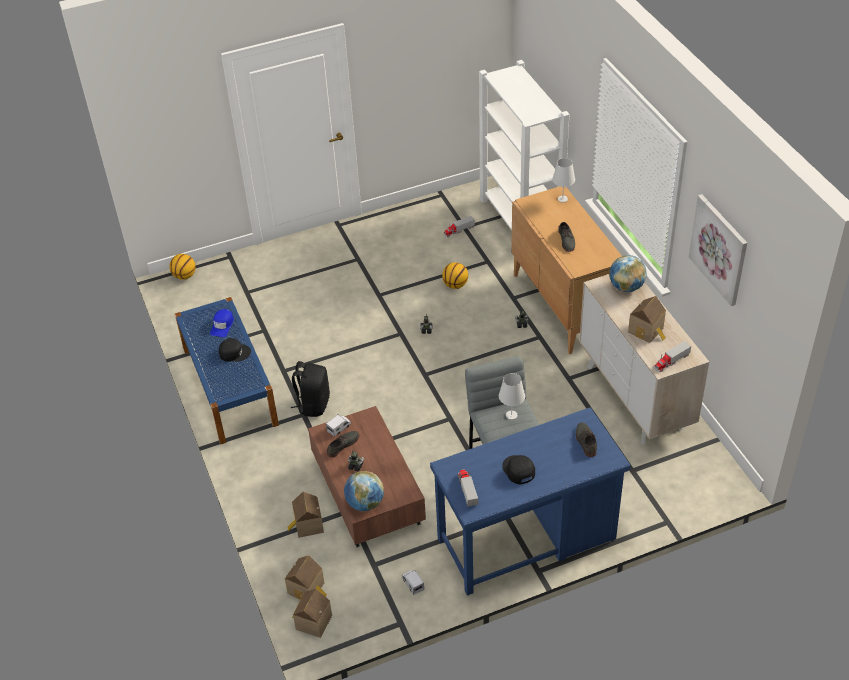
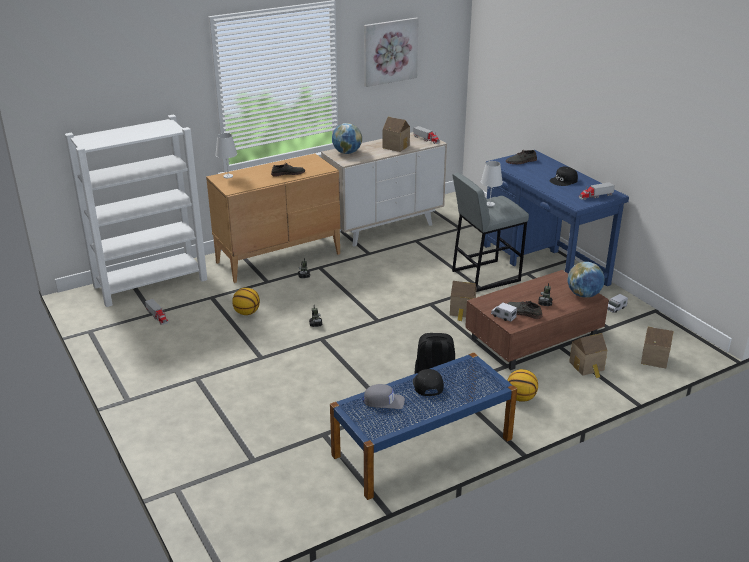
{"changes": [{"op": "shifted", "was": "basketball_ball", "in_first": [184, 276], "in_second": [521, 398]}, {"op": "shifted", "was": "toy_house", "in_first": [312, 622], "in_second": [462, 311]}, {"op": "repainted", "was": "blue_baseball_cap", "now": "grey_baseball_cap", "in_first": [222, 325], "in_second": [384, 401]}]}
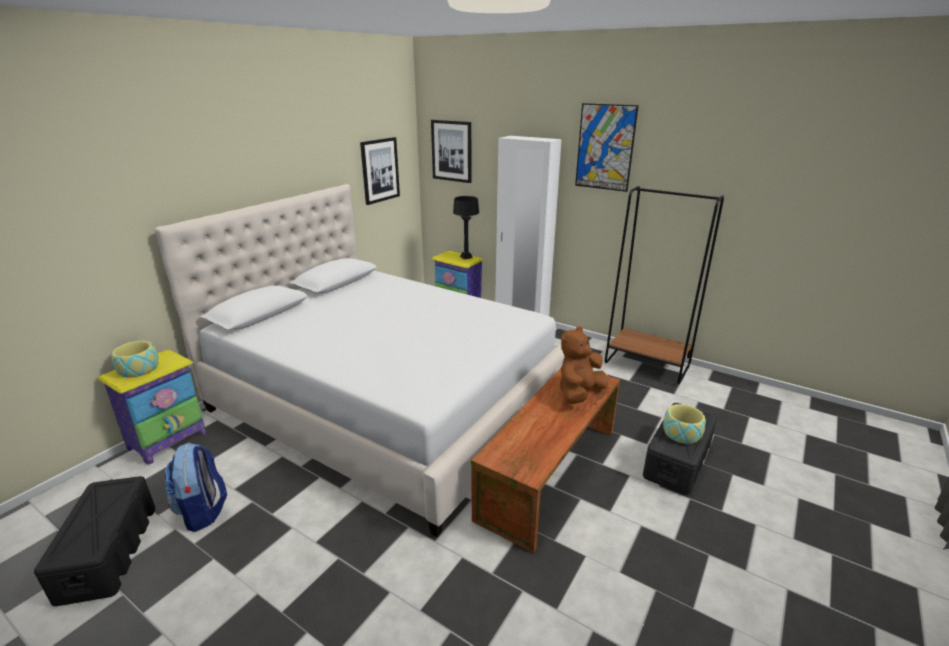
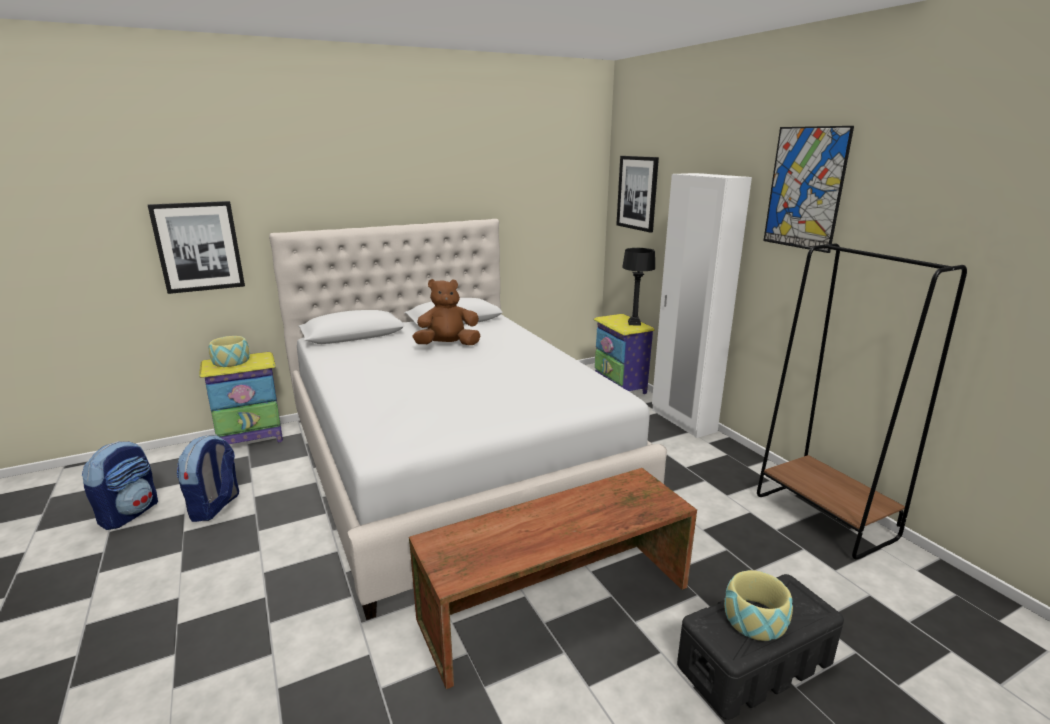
{"changes": [{"op": "shifted", "was": "picture", "in_first": [380, 170], "in_second": [198, 247]}, {"op": "shifted", "was": "brown_soft_toy", "in_first": [579, 393], "in_second": [448, 345]}, {"op": "swapped", "was": "blackish_storage_box", "now": "rucksack", "in_first": [109, 551], "in_second": [130, 513]}]}
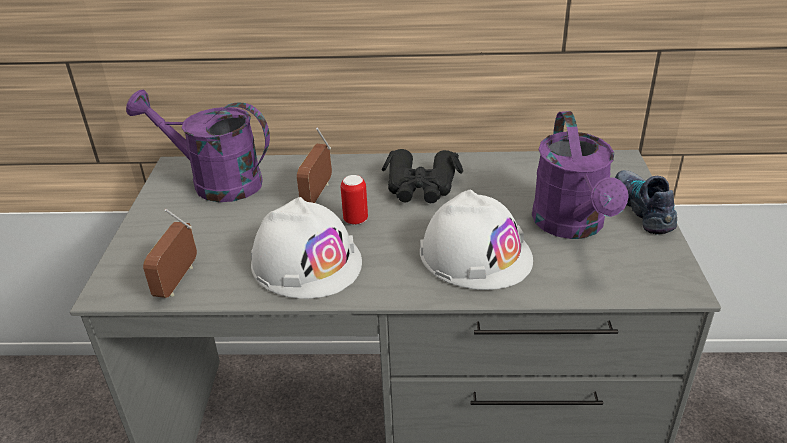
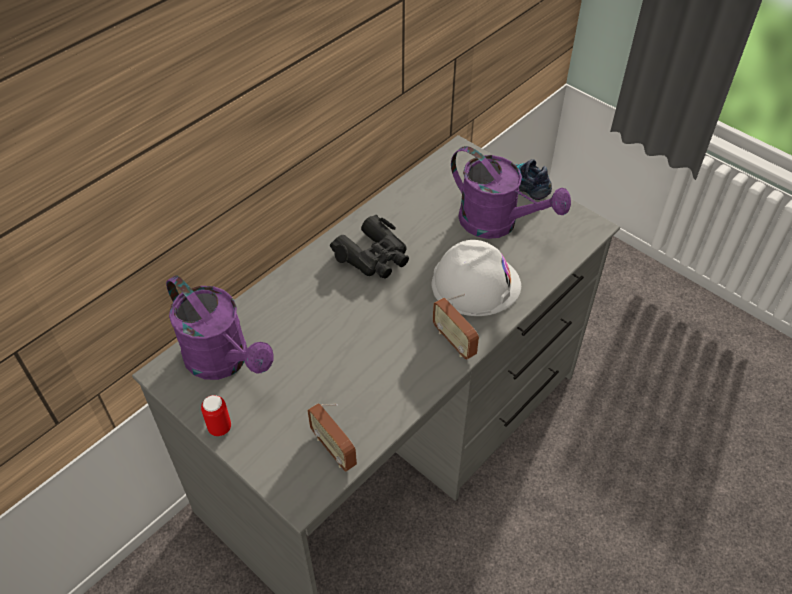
{"changes": [{"op": "gone", "was": "white-coloured_work_helmet", "in_first": [306, 262]}, {"op": "shifted", "was": "radio_receiver", "in_first": [318, 194], "in_second": [454, 341]}, {"op": "shifted", "was": "metal_can", "in_first": [355, 220], "in_second": [220, 428]}, {"op": "rotated", "was": "purplish_watering_can", "in_first": [215, 182], "in_second": [224, 361], "clockwise": -105}]}
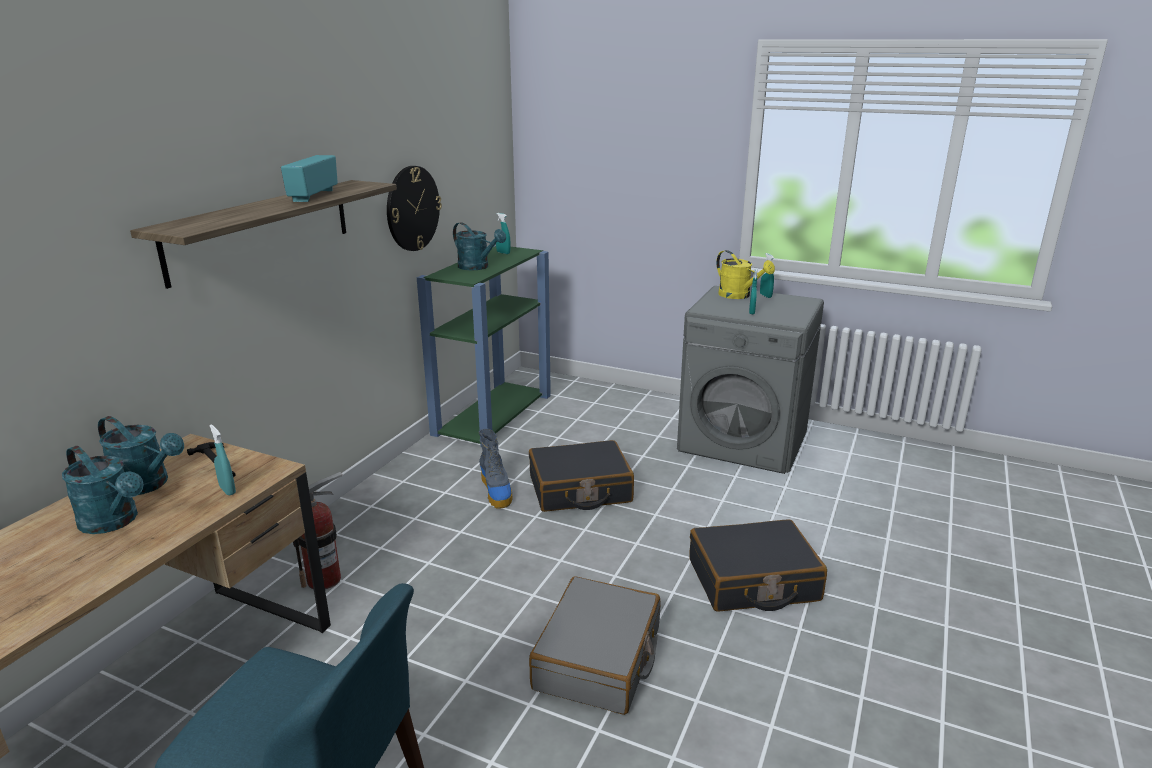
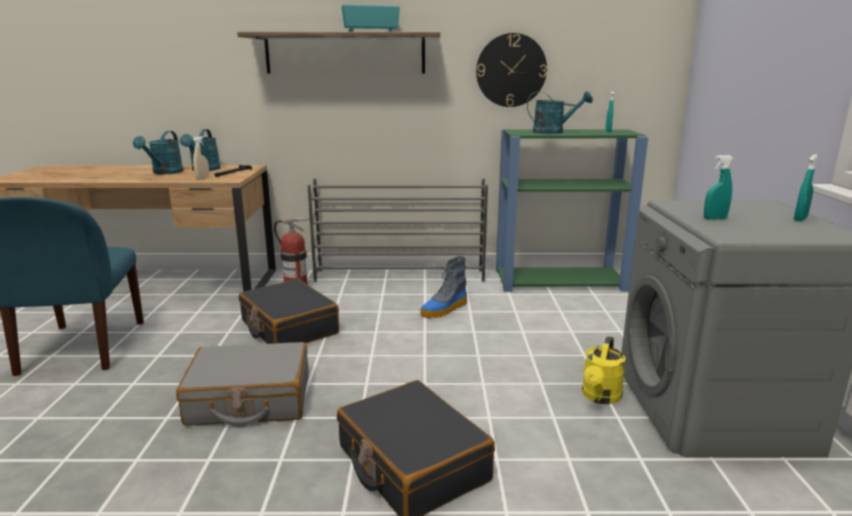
{"changes": [{"op": "new", "now": "grey_shoe_stand", "in_second": [400, 276]}, {"op": "shifted", "was": "blackish_travel_case", "in_first": [580, 490], "in_second": [288, 327]}, {"op": "shifted", "was": "yellowish_watering_can", "in_first": [739, 296], "in_second": [600, 397]}, {"op": "repainted", "was": "turquoise-coloured_sprayer", "now": "sand-coloured_sprayer", "in_first": [227, 490], "in_second": [202, 178]}, {"op": "rotated", "was": "turquoise-coloured_watering_can", "in_first": [478, 267], "in_second": [553, 132], "clockwise": -105}]}
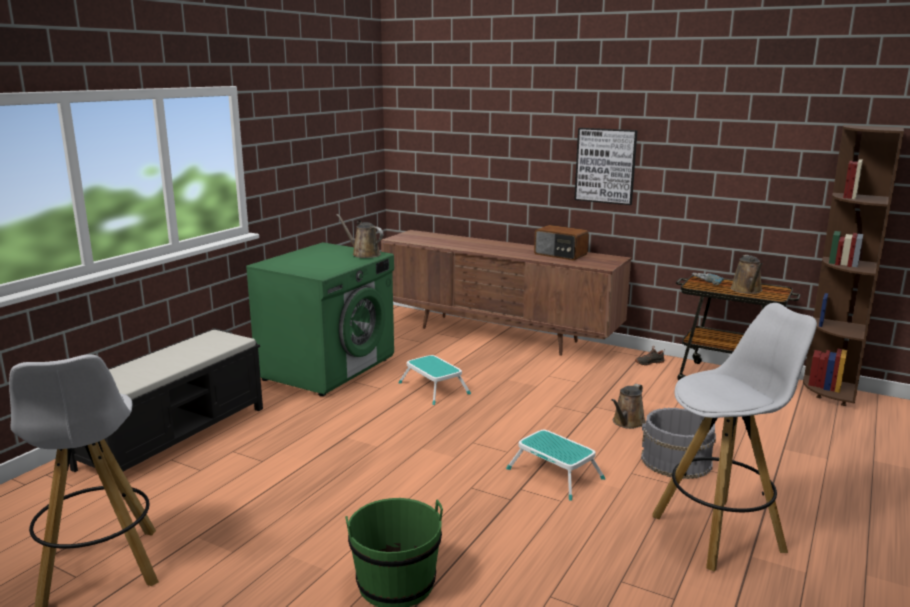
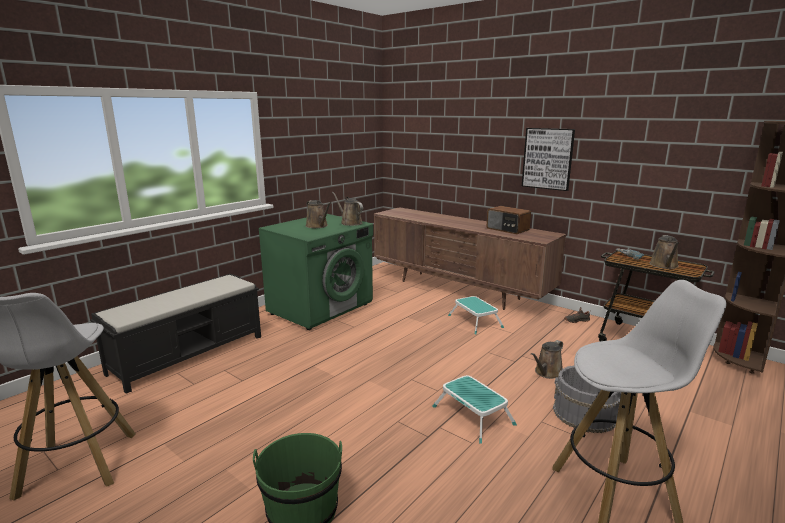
{"changes": [{"op": "new", "now": "brown_watering_can", "in_second": [318, 226]}, {"op": "shifted", "was": "turquoise-coloured_stepladder", "in_first": [434, 388], "in_second": [475, 321]}]}
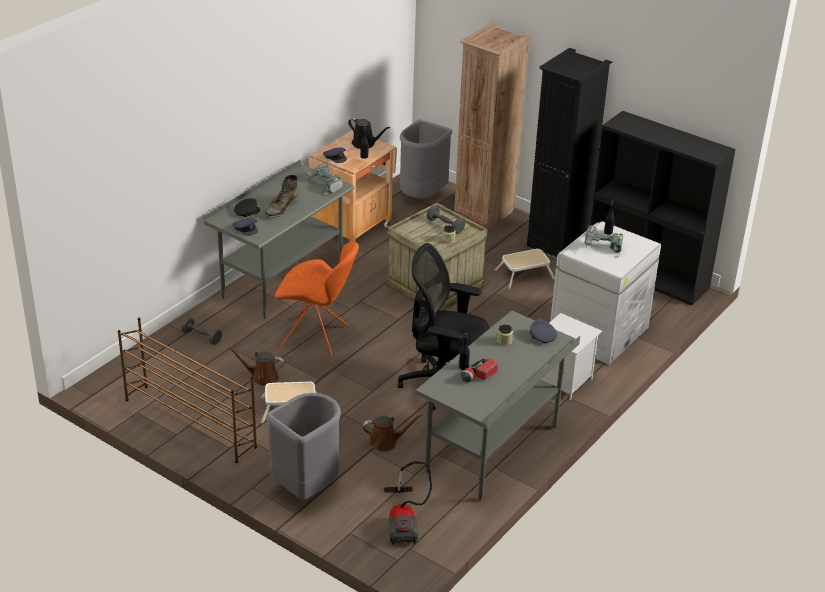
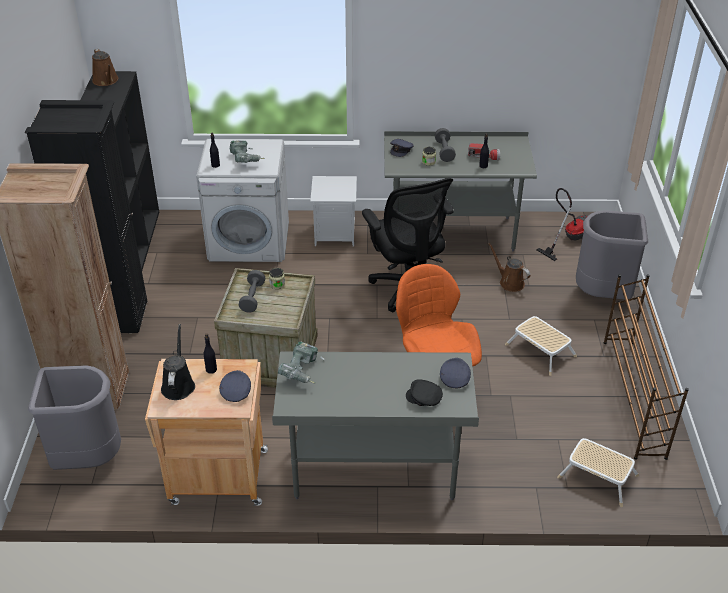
{"changes": [{"op": "gone", "was": "green-coloured_boot", "in_first": [281, 208]}, {"op": "shifted", "was": "grey_hand_weight", "in_first": [201, 337], "in_second": [444, 151]}, {"op": "shifted", "was": "brown_watering_can", "in_first": [262, 377], "in_second": [106, 81]}, {"op": "shifted", "was": "sand-coloured_stepladder", "in_first": [524, 274], "in_second": [598, 477]}]}
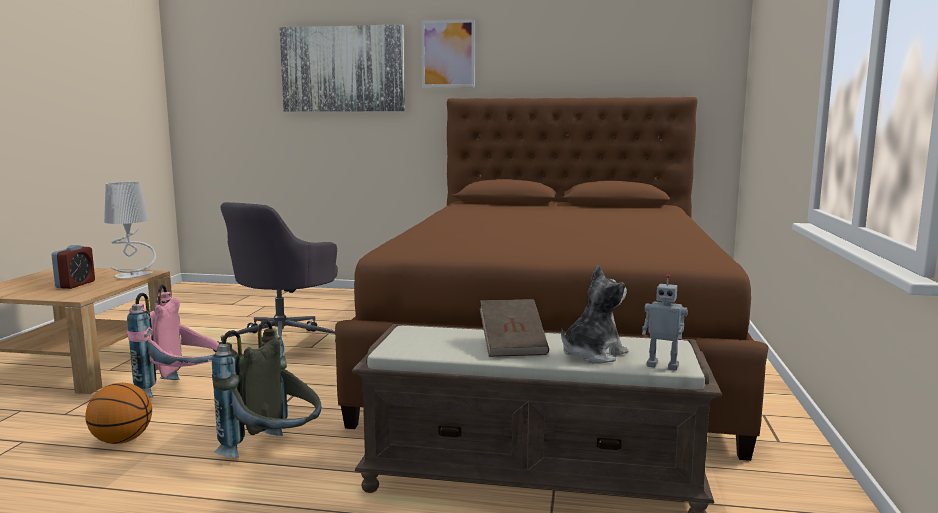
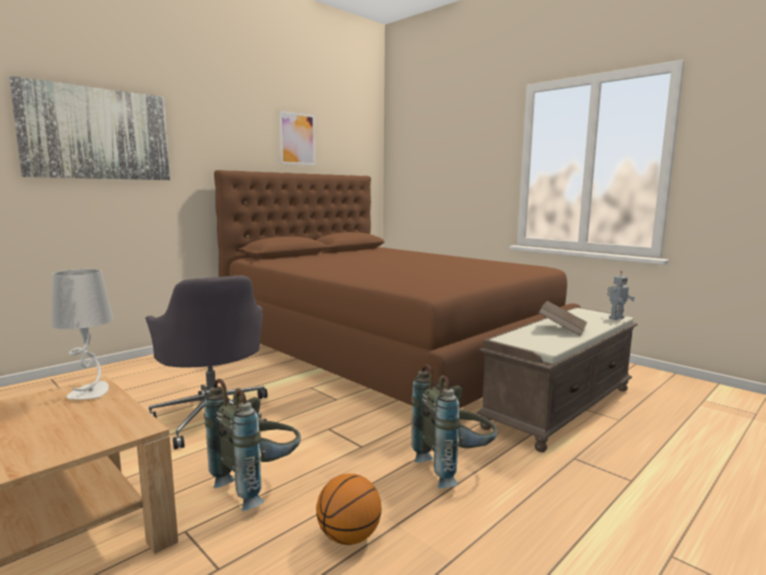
{"changes": [{"op": "gone", "was": "alarm_clock", "in_first": [75, 284]}, {"op": "gone", "was": "soft_toy", "in_first": [592, 354]}, {"op": "shifted", "was": "picture", "in_first": [448, 54], "in_second": [297, 139]}, {"op": "repainted", "was": "pinkish_rucksack", "now": "grey_rucksack", "in_first": [182, 390], "in_second": [259, 484]}]}
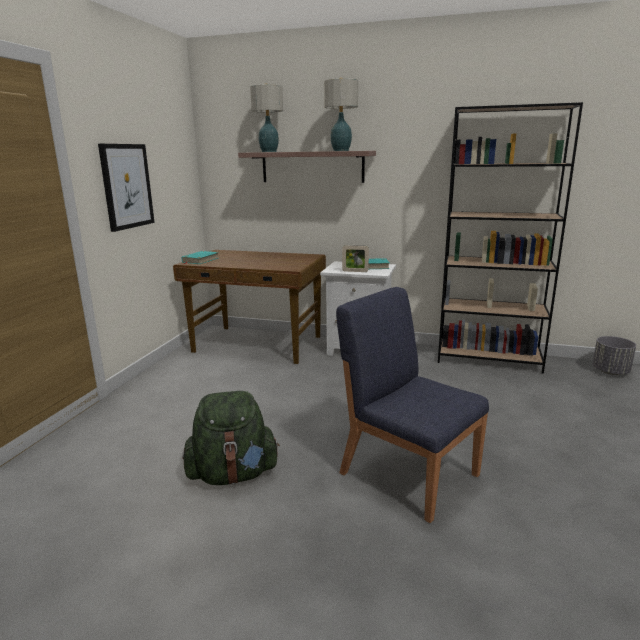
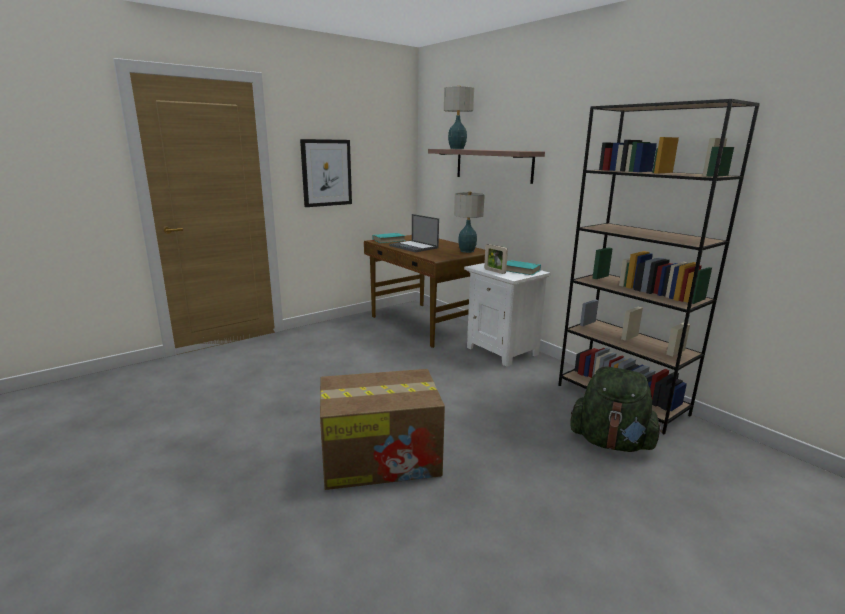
{"changes": [{"op": "gone", "was": "grey_flower_pot", "in_first": [610, 372]}, {"op": "new", "now": "notebook_computer", "in_second": [414, 247]}, {"op": "shifted", "was": "green-coloured_rucksack", "in_first": [233, 474], "in_second": [611, 442]}, {"op": "shifted", "was": "tabletop_lamp", "in_first": [341, 150], "in_second": [467, 251]}, {"op": "swapped", "was": "blue_upright_chair", "now": "carton", "in_first": [407, 472], "in_second": [382, 458]}]}
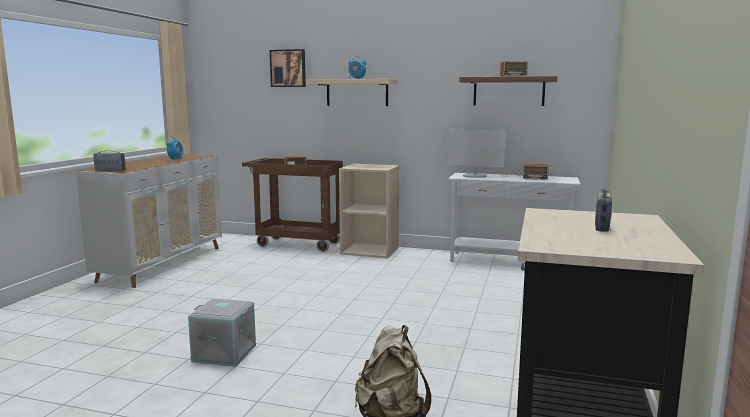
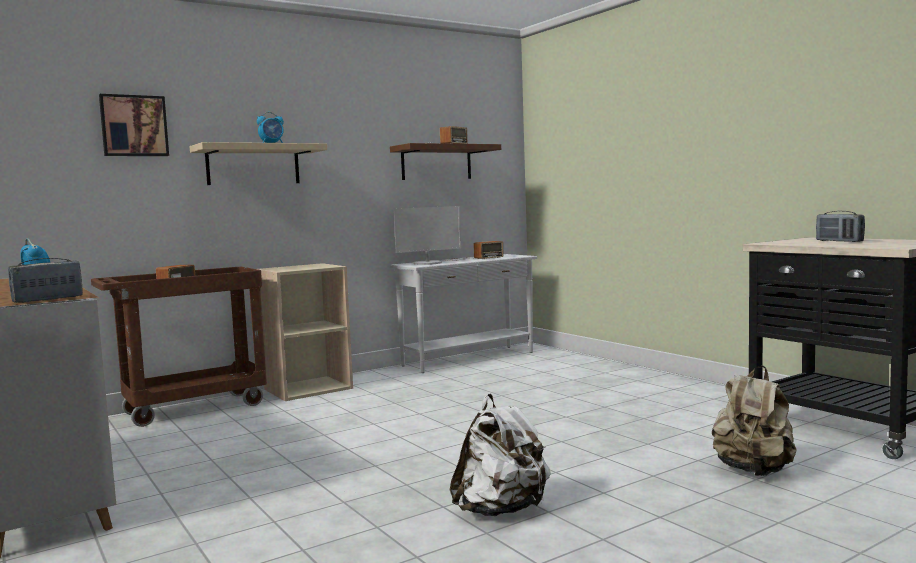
{"changes": [{"op": "swapped", "was": "grey_storage_box", "now": "white-coloured_rucksack", "in_first": [225, 353], "in_second": [501, 510]}]}
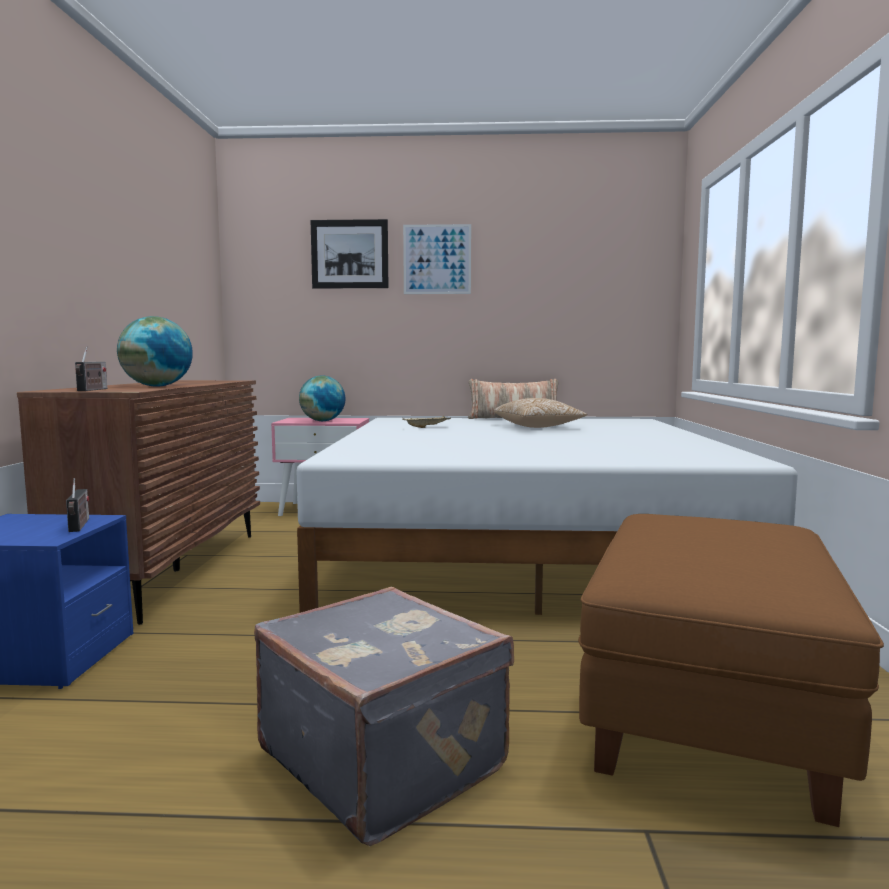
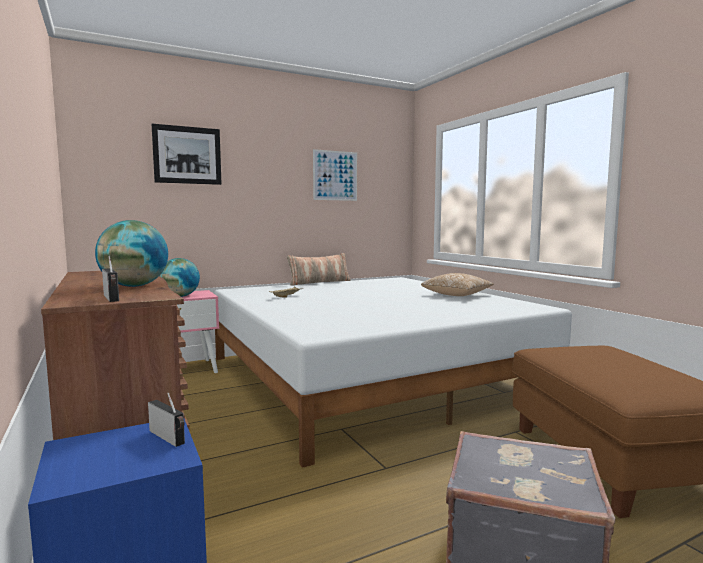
{"changes": [{"op": "shifted", "was": "picture", "in_first": [437, 259], "in_second": [335, 175]}, {"op": "shifted", "was": "pillow", "in_first": [538, 427], "in_second": [457, 295]}]}
